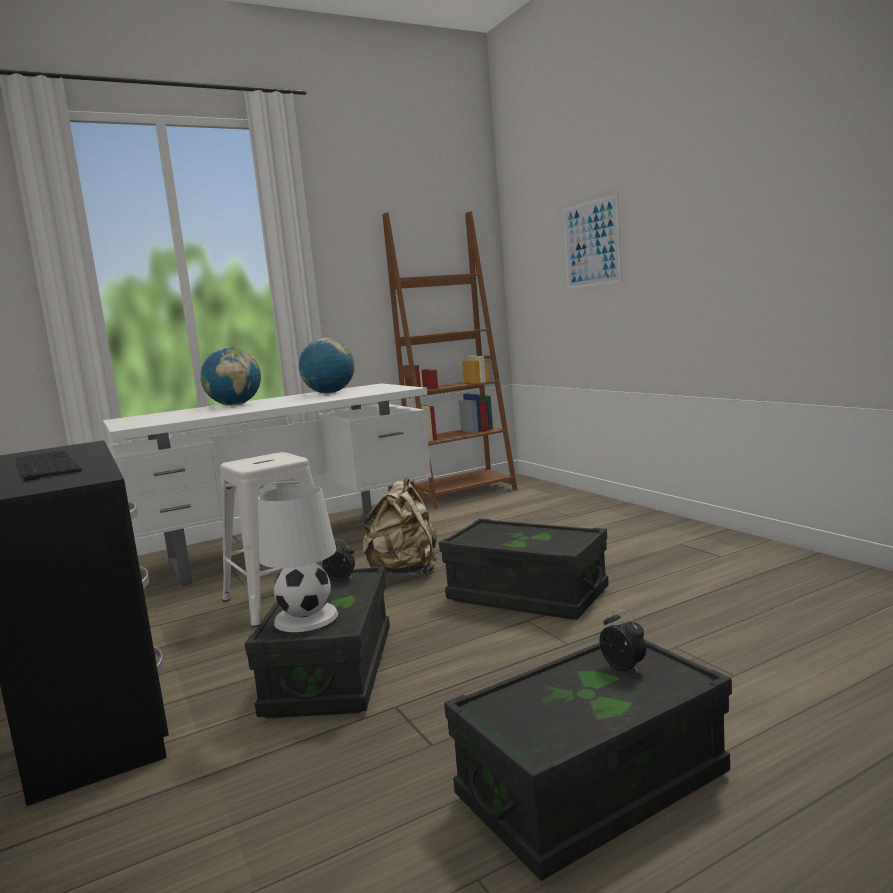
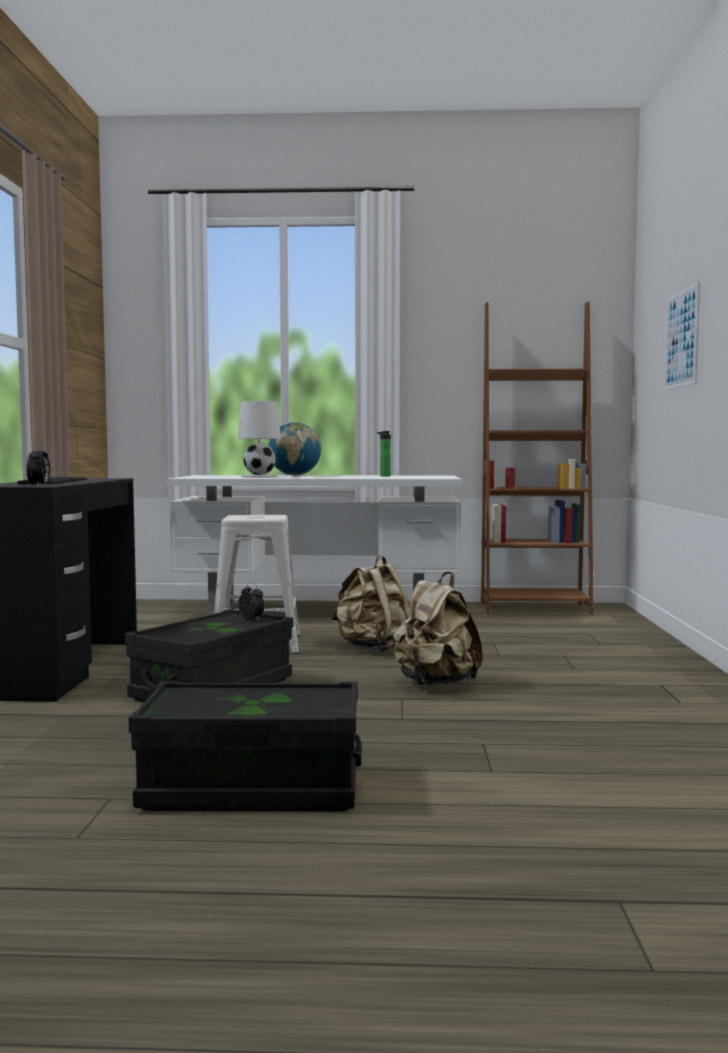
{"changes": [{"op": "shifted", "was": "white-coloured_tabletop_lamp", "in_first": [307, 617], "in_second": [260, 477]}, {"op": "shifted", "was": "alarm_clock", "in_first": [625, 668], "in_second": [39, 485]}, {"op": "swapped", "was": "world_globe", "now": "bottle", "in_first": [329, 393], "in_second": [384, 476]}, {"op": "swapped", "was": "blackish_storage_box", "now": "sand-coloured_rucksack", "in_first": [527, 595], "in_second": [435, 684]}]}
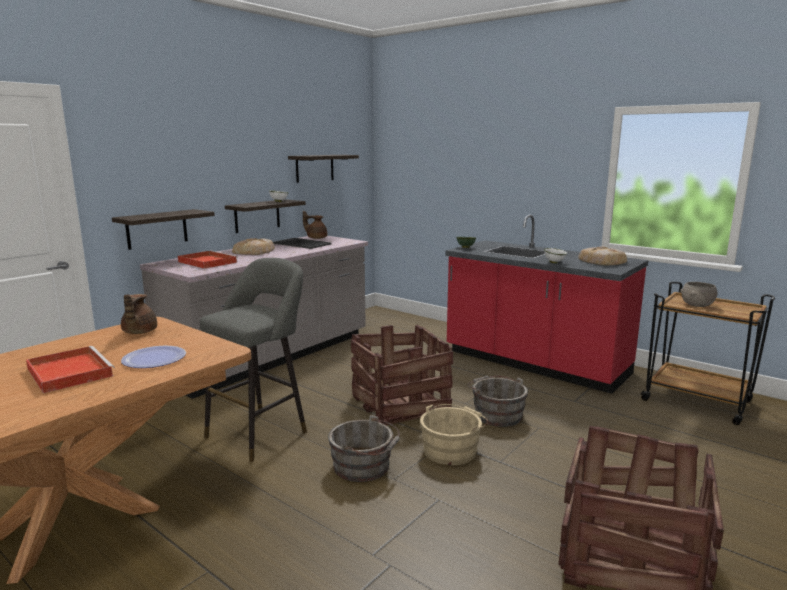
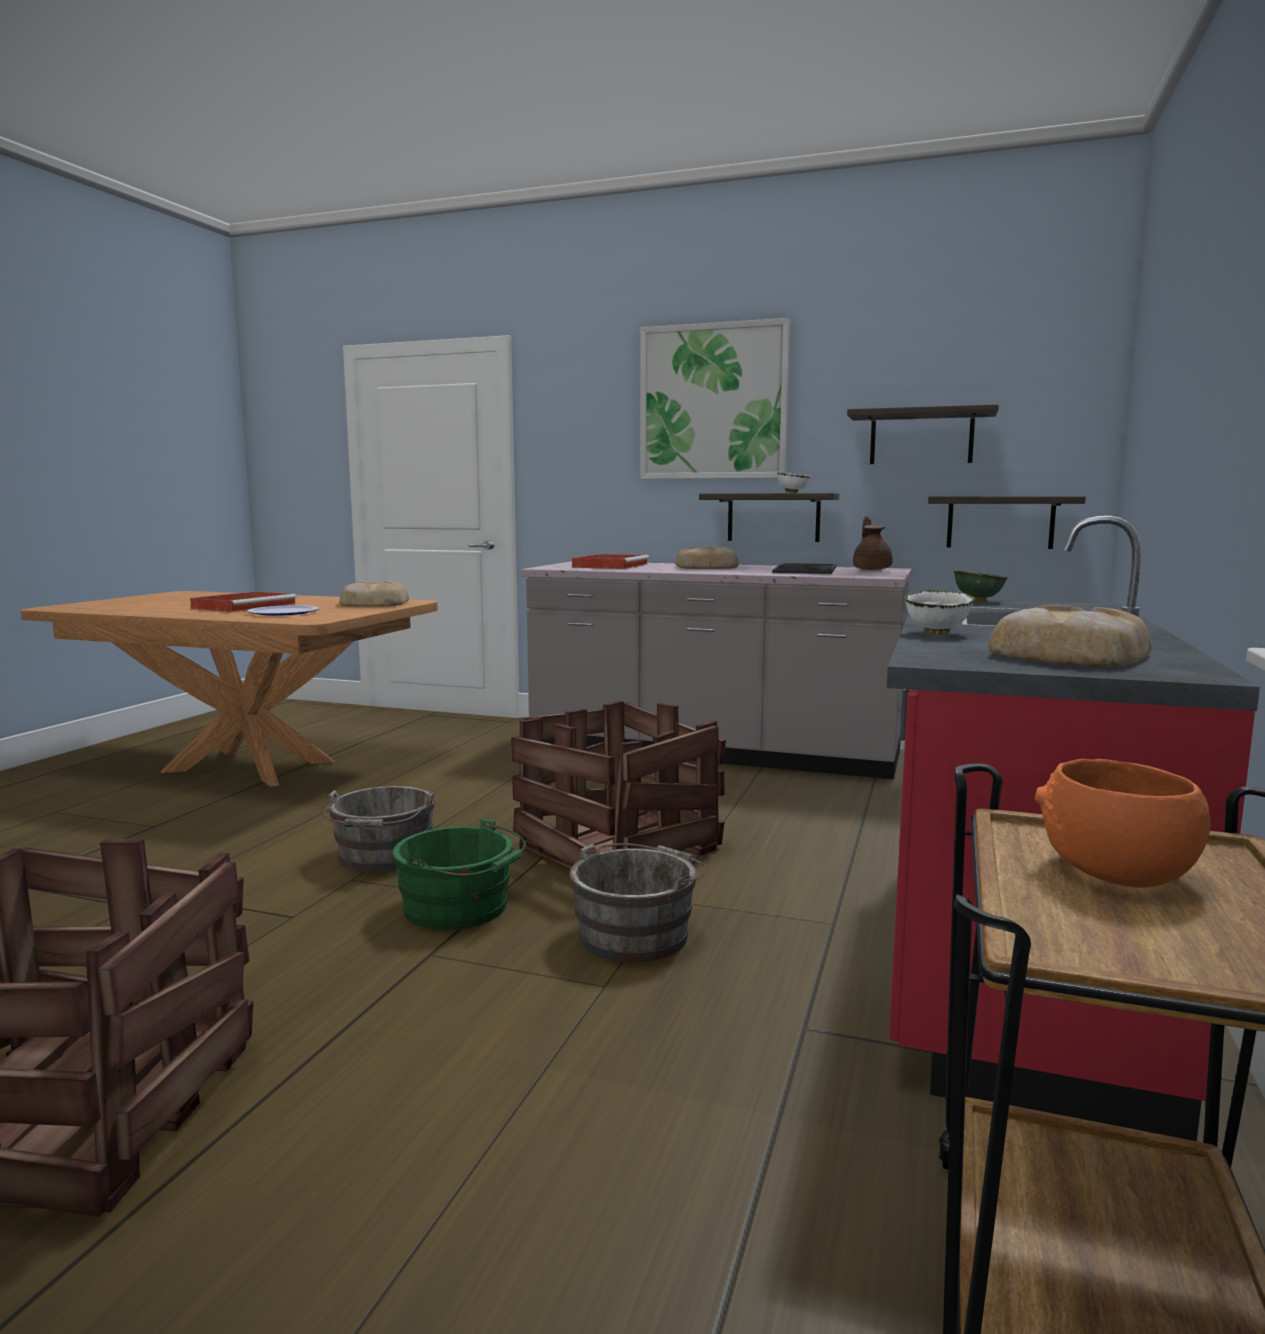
{"changes": [{"op": "gone", "was": "grey_stool_seat", "in_first": [261, 432]}, {"op": "new", "now": "picture", "in_second": [713, 402]}, {"op": "shifted", "was": "shelf", "in_first": [157, 229], "in_second": [1000, 522]}, {"op": "swapped", "was": "brown_pot_for_tea", "now": "bakery_bread", "in_first": [139, 332], "in_second": [373, 603]}, {"op": "repainted", "was": "sand-coloured_bucket", "now": "green-coloured_bucket", "in_first": [452, 449], "in_second": [461, 909]}, {"op": "repainted", "was": "grey_bowl", "now": "orange-coloured_bowl", "in_first": [697, 305], "in_second": [1115, 872]}]}
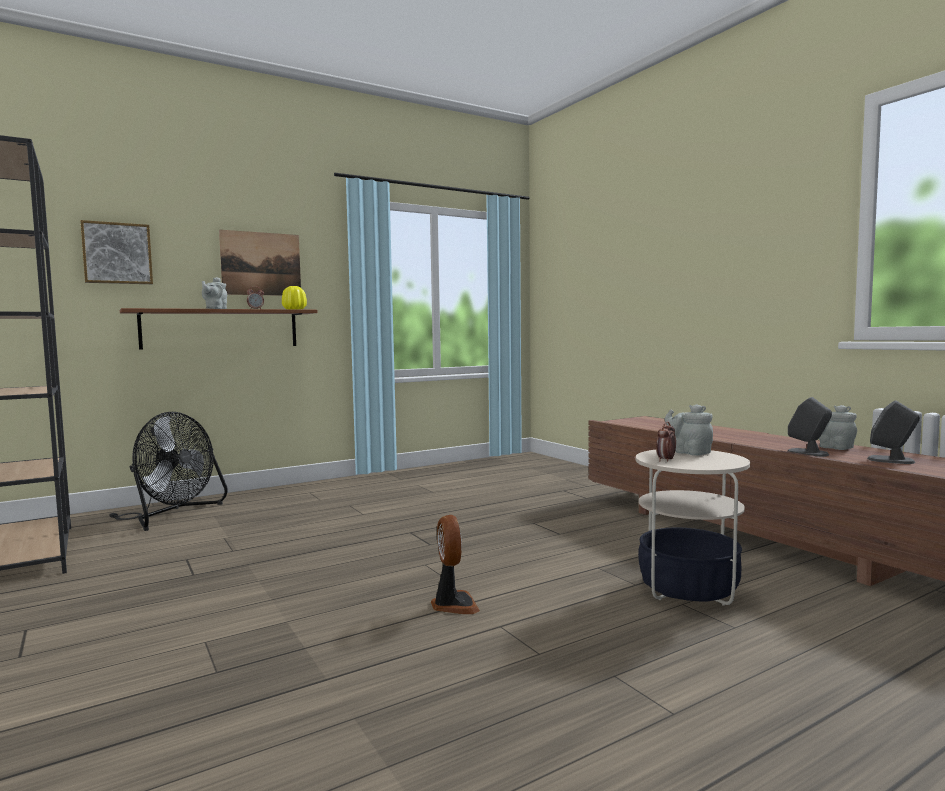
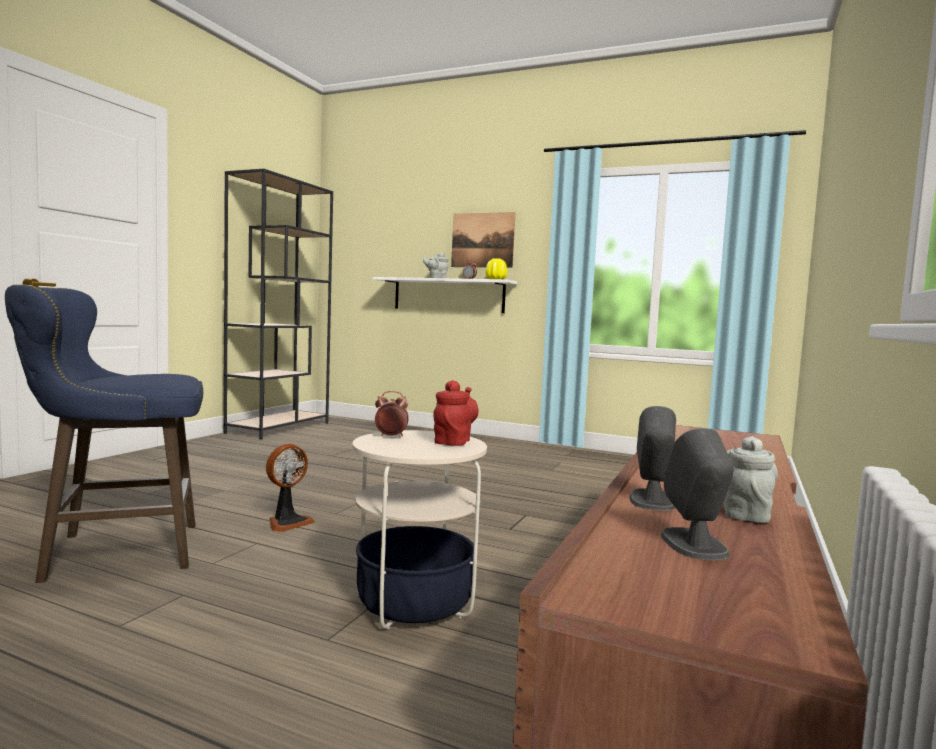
{"changes": [{"op": "gone", "was": "picture", "in_first": [117, 253]}, {"op": "gone", "was": "blackish_cooling_fan", "in_first": [168, 515]}, {"op": "new", "now": "blue_stool_seat", "in_second": [115, 551]}, {"op": "repainted", "was": "brown_shelf", "now": "white-coloured_shelf", "in_first": [221, 329], "in_second": [448, 295]}, {"op": "repainted", "was": "grey_pot_for_tea", "now": "red-coloured_pot_for_tea", "in_first": [689, 452], "in_second": [453, 441]}]}
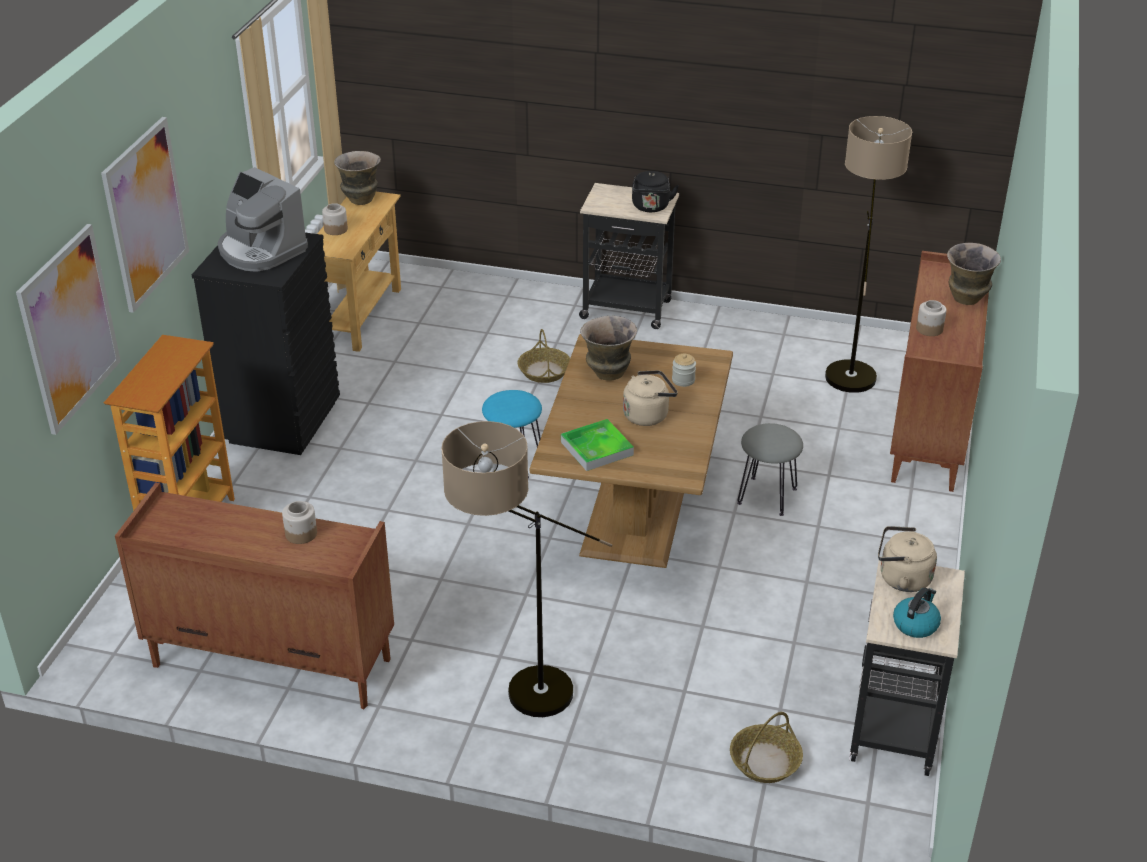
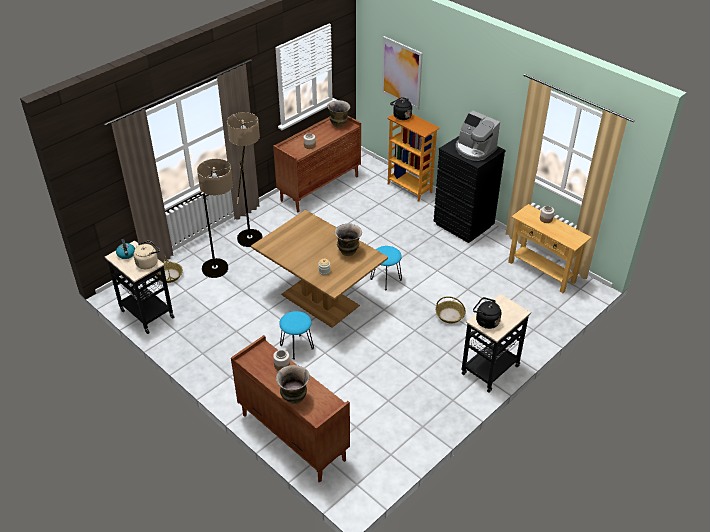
{"changes": [{"op": "gone", "was": "picture", "in_first": [145, 214]}, {"op": "gone", "was": "serving_tray", "in_first": [597, 448]}, {"op": "gone", "was": "sand-coloured_kettle", "in_first": [648, 415]}, {"op": "new", "now": "blackish_kettle", "in_second": [401, 116]}, {"op": "shifted", "was": "vase", "in_first": [360, 200], "in_second": [339, 125]}, {"op": "shifted", "was": "standard_lamp", "in_first": [851, 366], "in_second": [222, 273]}, {"op": "repainted", "was": "grey_stool_seat", "now": "turquoise-coloured_stool_seat", "in_first": [767, 496], "in_second": [296, 346]}, {"op": "rotated", "was": "coffee_brewer", "in_first": [260, 250], "in_second": [474, 150], "clockwise": -120}]}
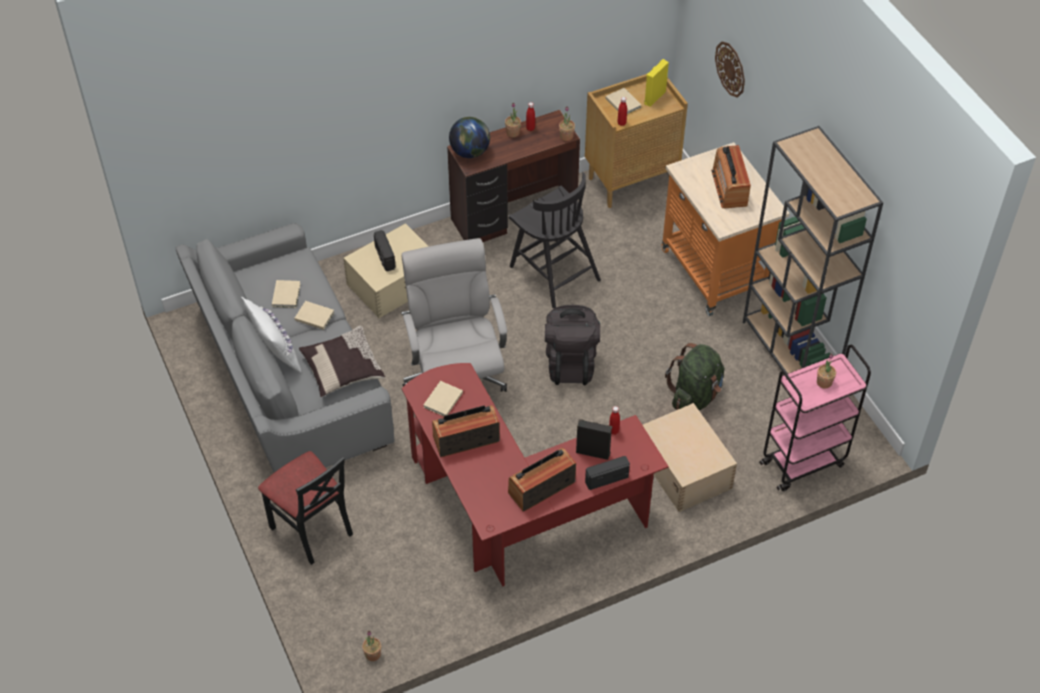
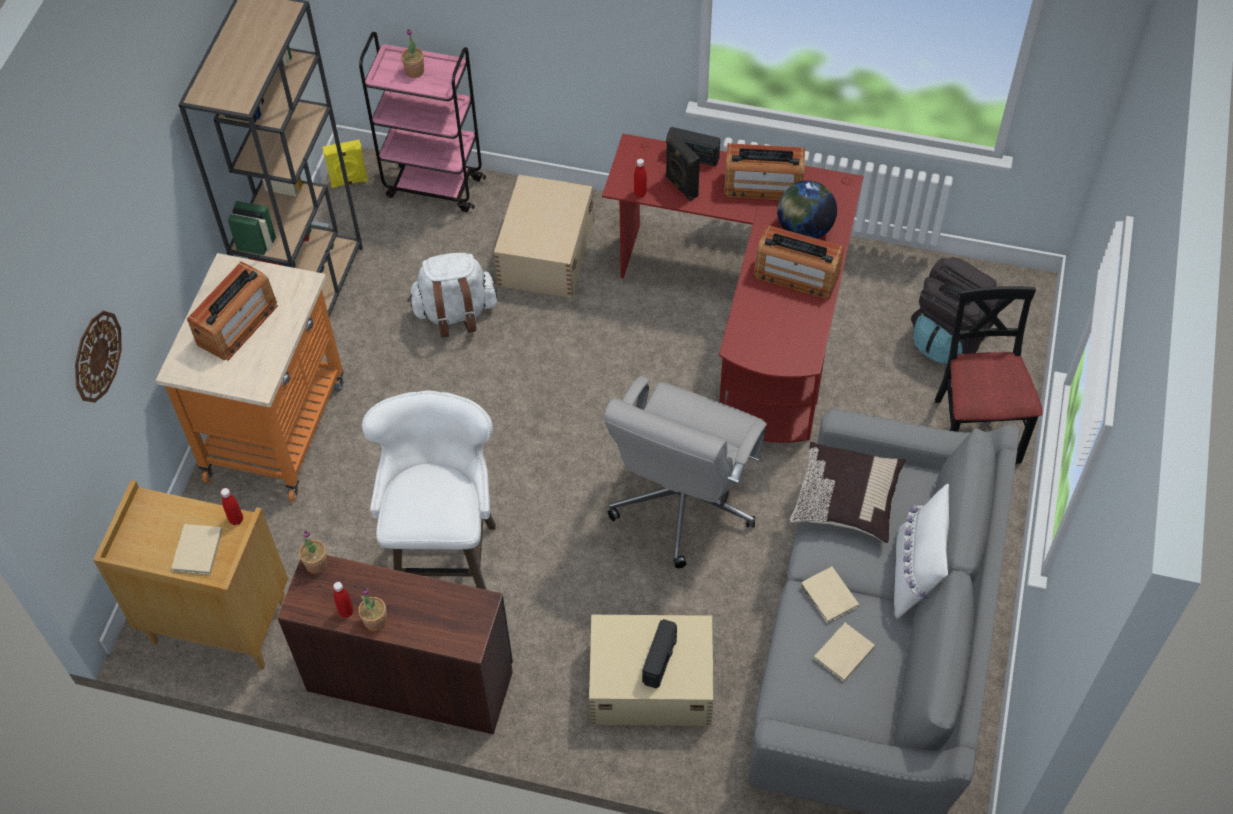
{"changes": [{"op": "gone", "was": "plant_in_a_pot", "in_first": [373, 654]}, {"op": "gone", "was": "sand-coloured_volume", "in_first": [442, 400]}, {"op": "shifted", "was": "world_globe", "in_first": [470, 152], "in_second": [804, 229]}, {"op": "shifted", "was": "blackish_rucksack", "in_first": [570, 362], "in_second": [950, 336]}, {"op": "shifted", "was": "yellowish_speaker", "in_first": [654, 97], "in_second": [349, 182]}, {"op": "swapped", "was": "blackish_upright_chair", "now": "white-coloured_stool_seat", "in_first": [553, 271], "in_second": [446, 560]}, {"op": "repainted", "was": "green-coloured_rucksack", "now": "white-coloured_rucksack", "in_first": [695, 395], "in_second": [455, 313]}]}
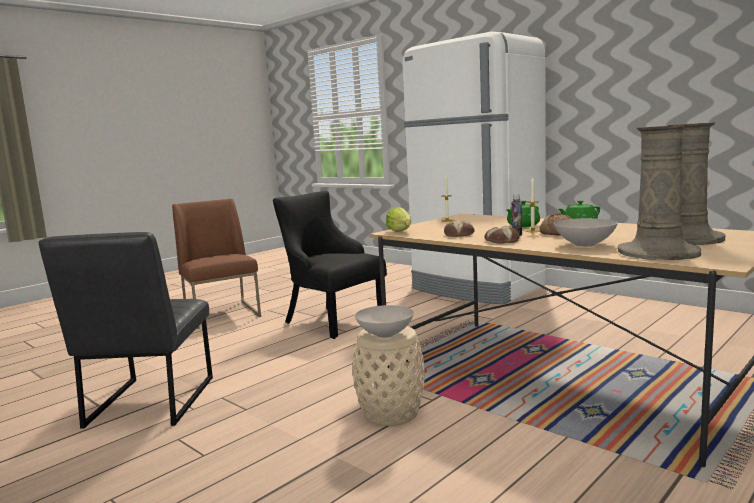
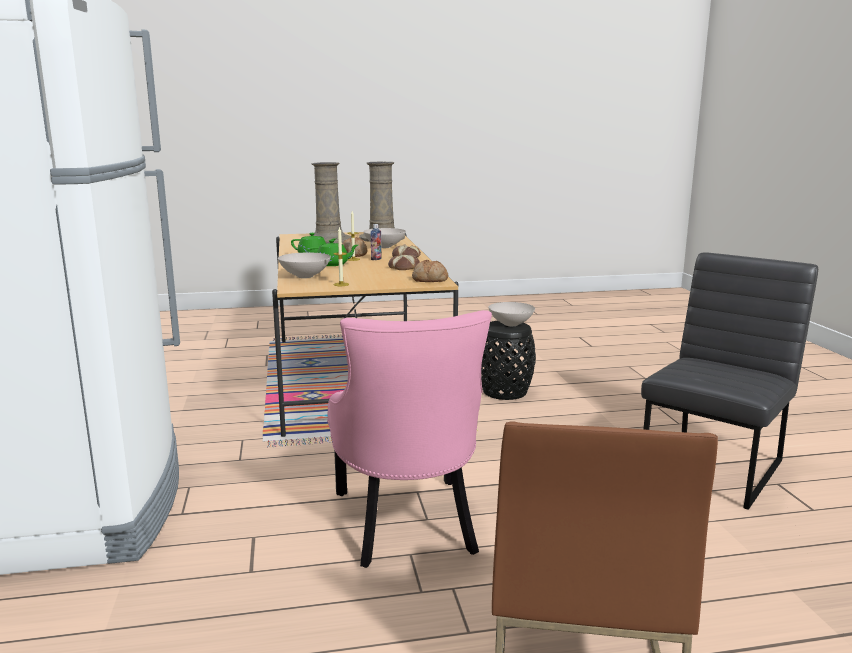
{"changes": [{"op": "new", "now": "white-coloured_bowl", "in_second": [304, 276]}, {"op": "swapped", "was": "lettuce_head", "now": "bakery_bread", "in_first": [401, 232], "in_second": [429, 280]}, {"op": "repainted", "was": "blackish_upright_chair", "now": "pinkish_upright_chair", "in_first": [334, 322], "in_second": [405, 520]}, {"op": "repainted", "was": "sand-coloured_stool_seat", "now": "blackish_stool_seat", "in_first": [390, 413], "in_second": [505, 392]}]}
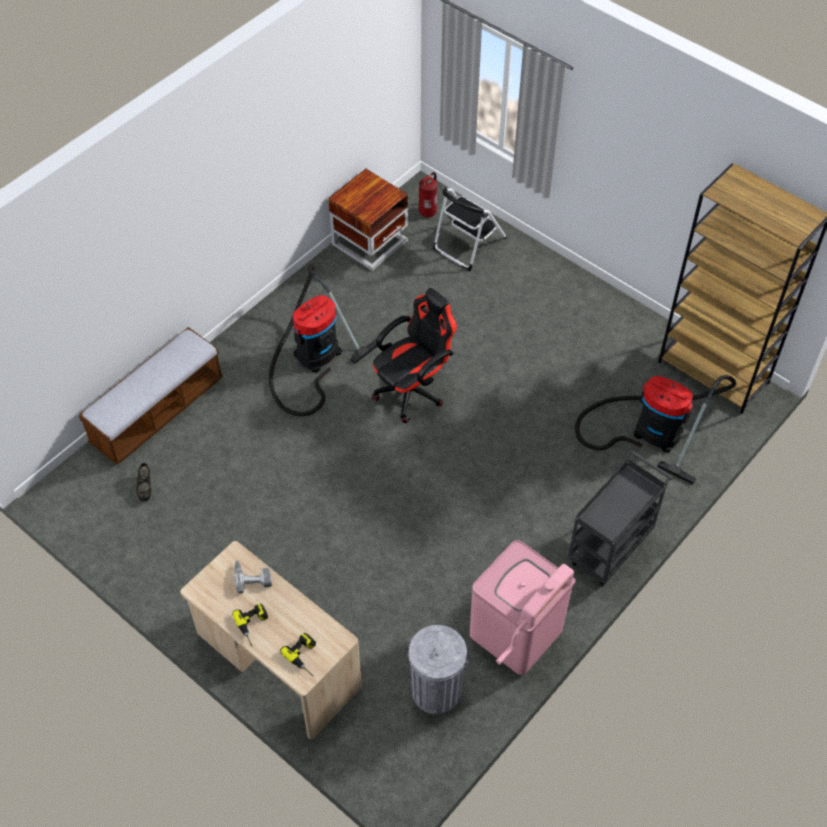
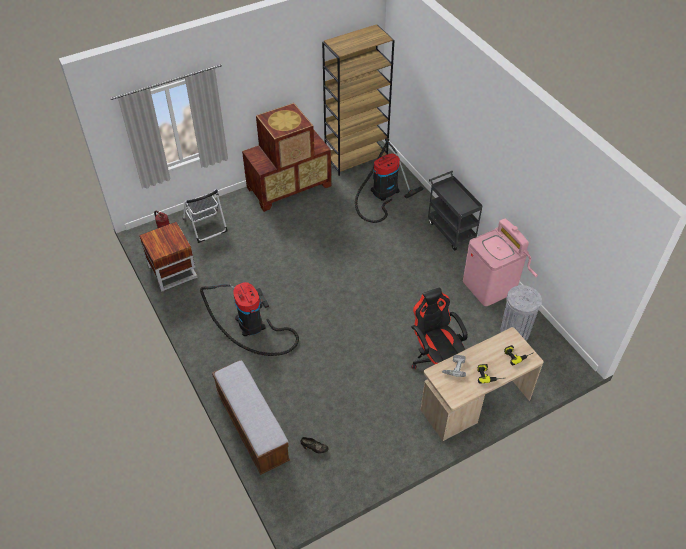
{"changes": [{"op": "new", "now": "cupboard", "in_second": [289, 186]}, {"op": "shifted", "was": "blackish_office_chair", "in_first": [413, 390], "in_second": [435, 361]}]}
